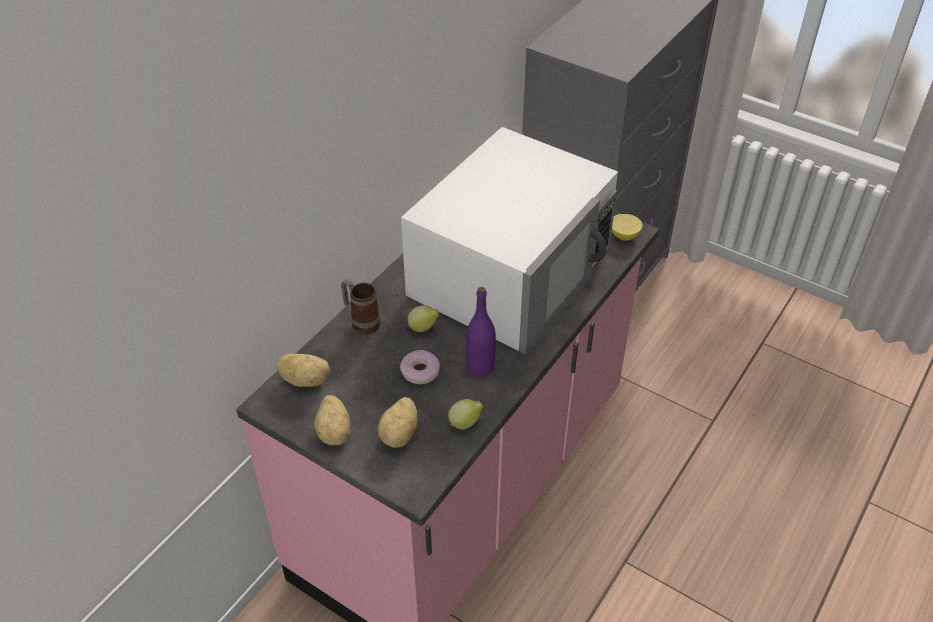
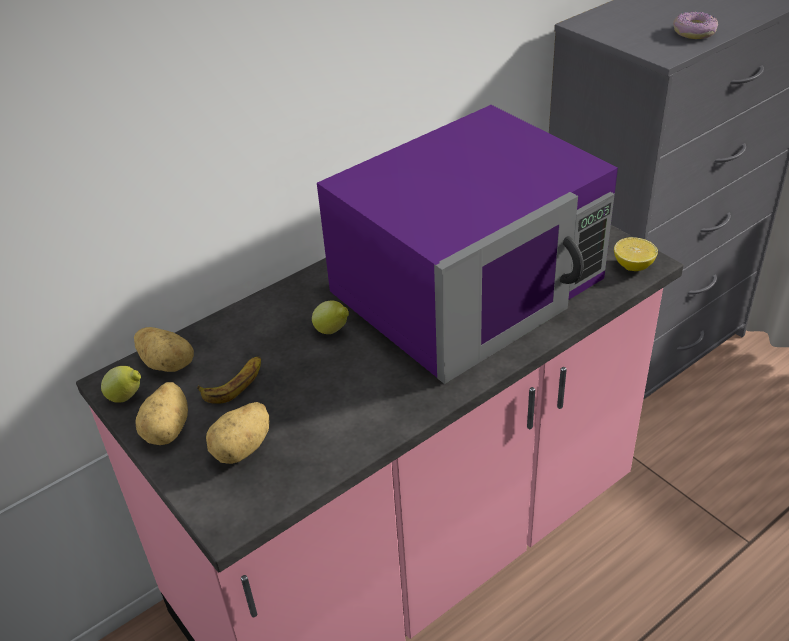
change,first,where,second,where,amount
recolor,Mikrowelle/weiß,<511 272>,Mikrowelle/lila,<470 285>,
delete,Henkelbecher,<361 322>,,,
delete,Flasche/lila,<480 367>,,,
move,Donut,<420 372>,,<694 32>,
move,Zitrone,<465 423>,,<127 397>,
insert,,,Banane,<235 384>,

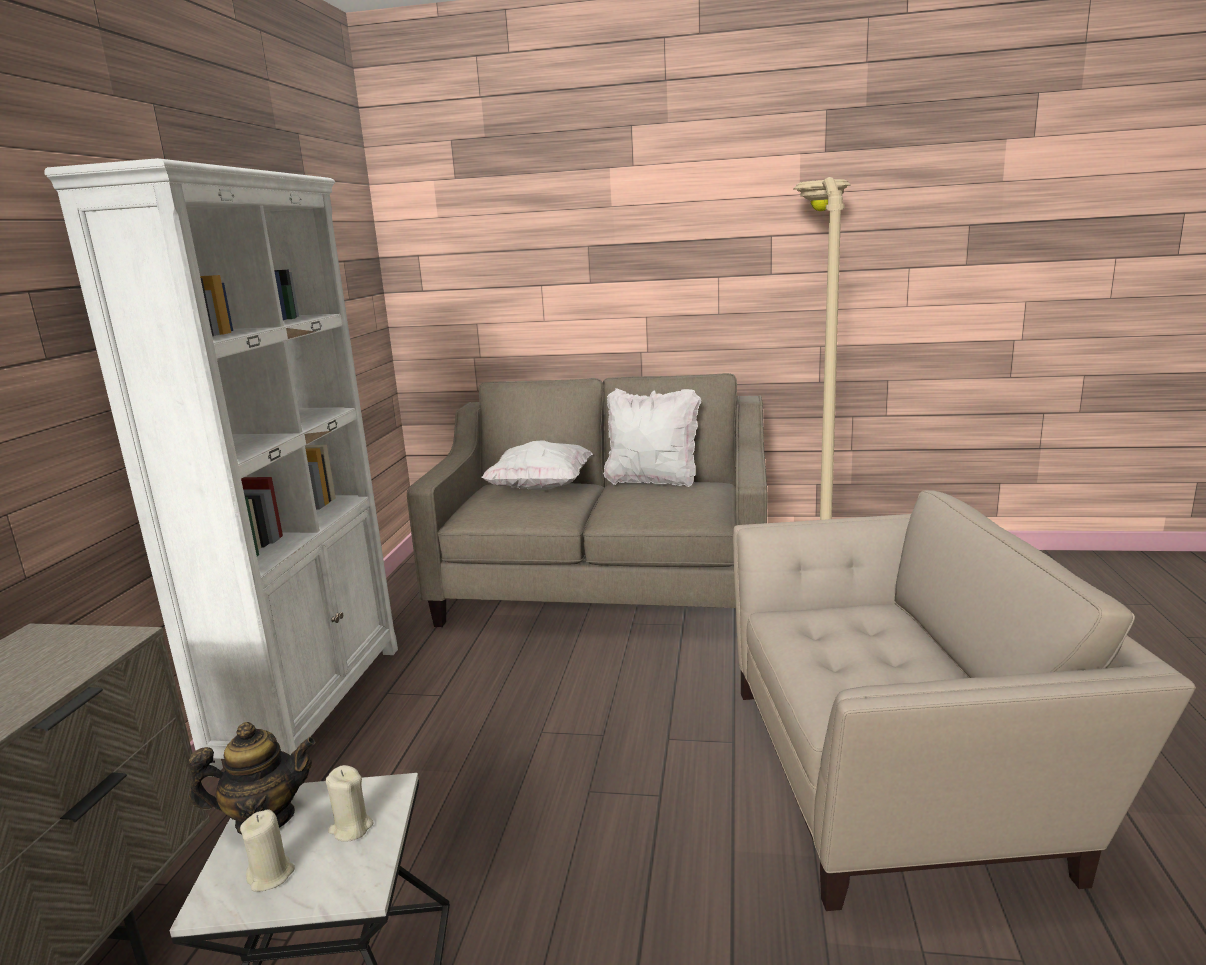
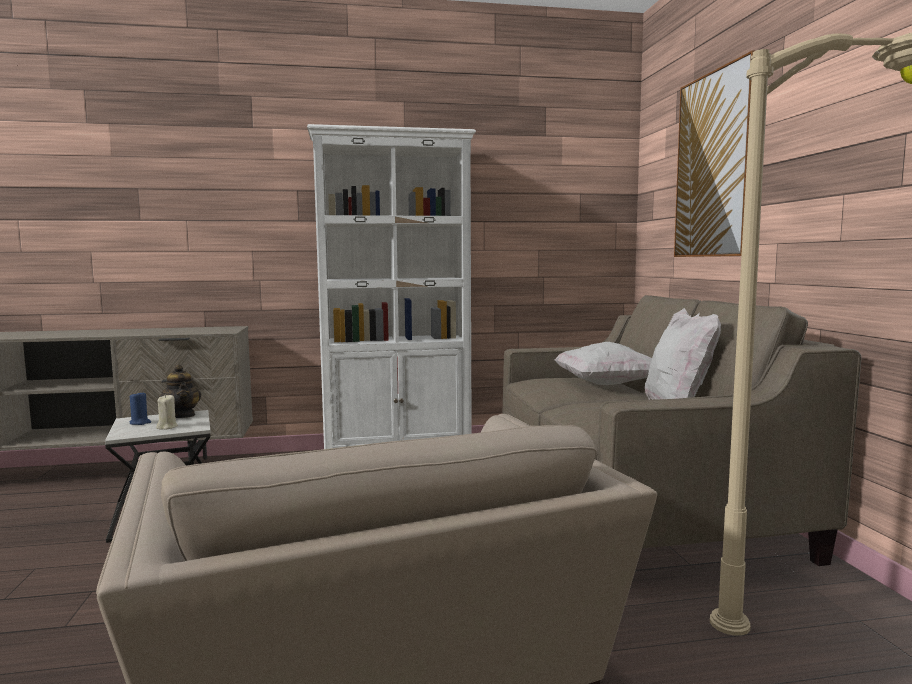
change,first,where,second,where,amount
recolor,Kerze/beige,<271 875>,Kerze/blau,<140 423>,
insert,,,Bild,<715 165>,

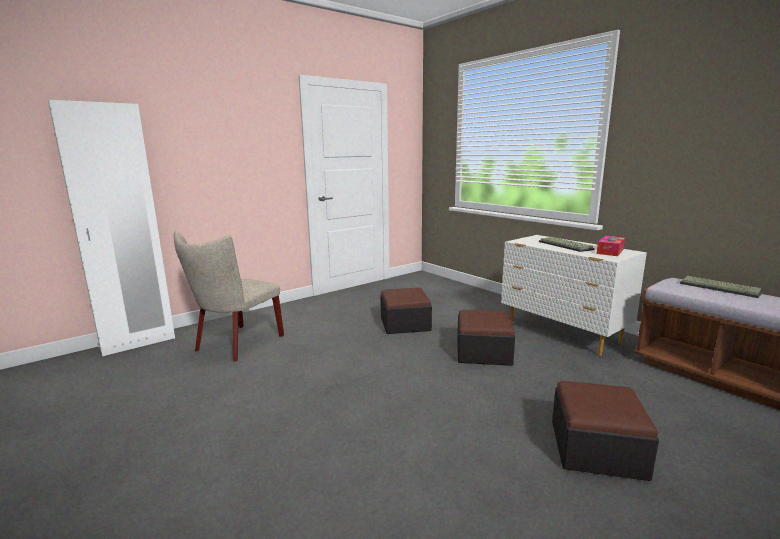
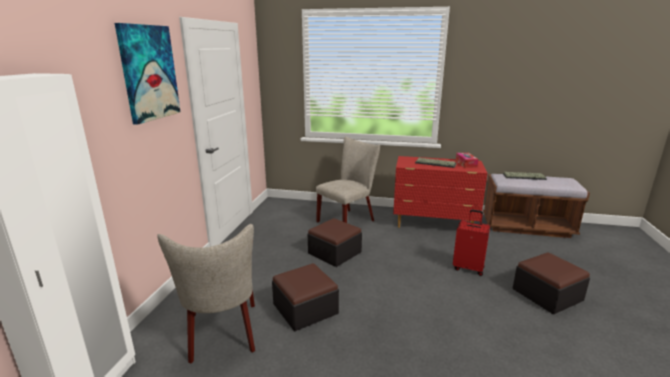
change,first,where,second,where,amount
recolor,Kommode/weiß,<563 333>,Kommode/rot,<434 225>,
move,Polsterhocker,<483 352>,,<305 309>,
insert,,,Bild,<149 73>,
insert,,,Stuhl/beige,<348 220>,
insert,,,Koffer/rot,<468 268>,

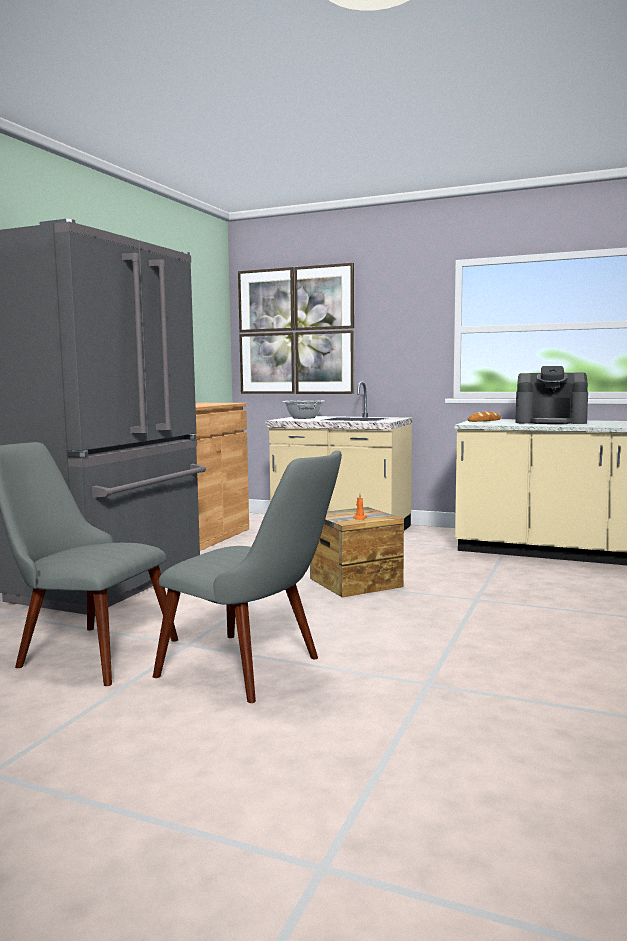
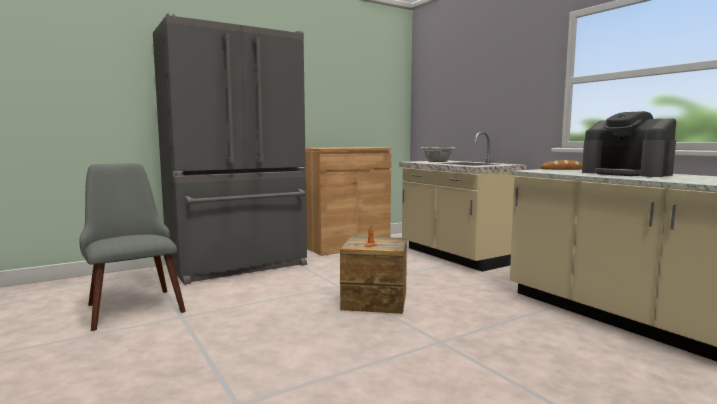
change,first,where,second,where,amount
delete,Bild,<295 331>,,,
delete,Stuhl/grau,<256 670>,,,

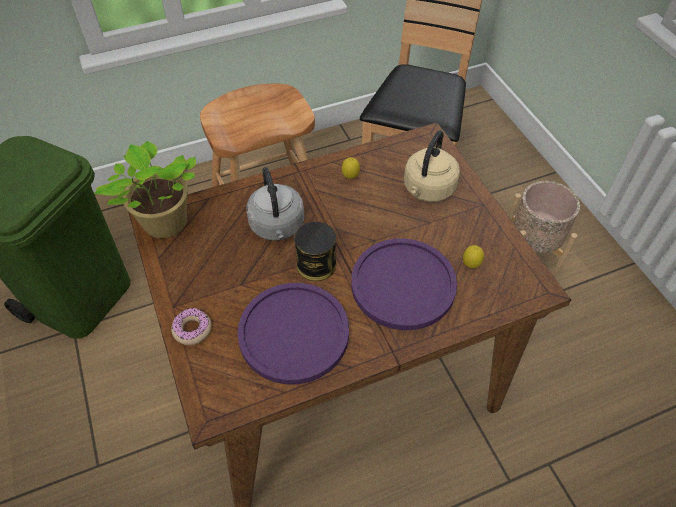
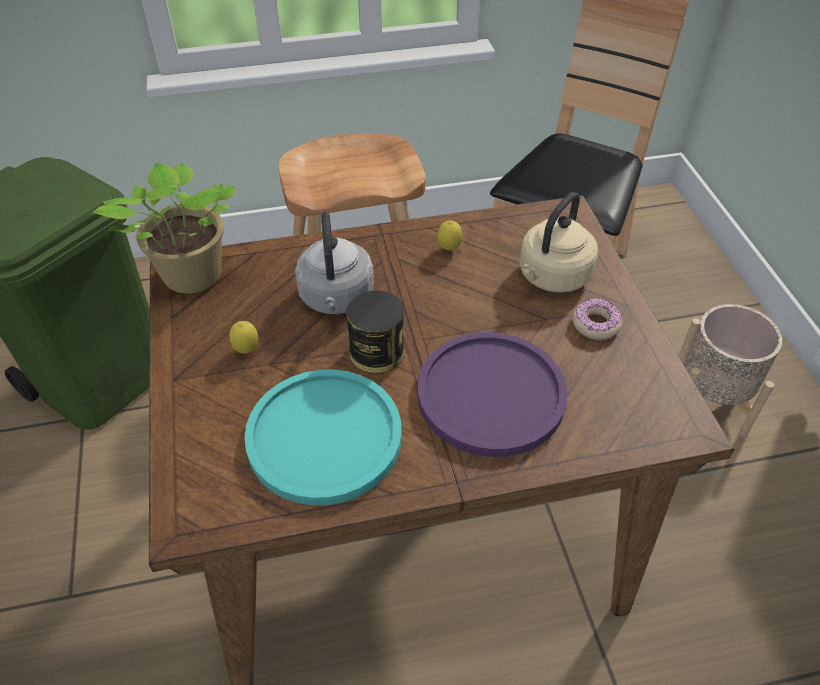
change,first,where,second,where,amount
move,Zitrone,<470 265>,,<247 351>,
recolor,Teller/lila,<294 333>,Teller/türkis,<324 437>,
move,Donut,<192 329>,,<595 324>,

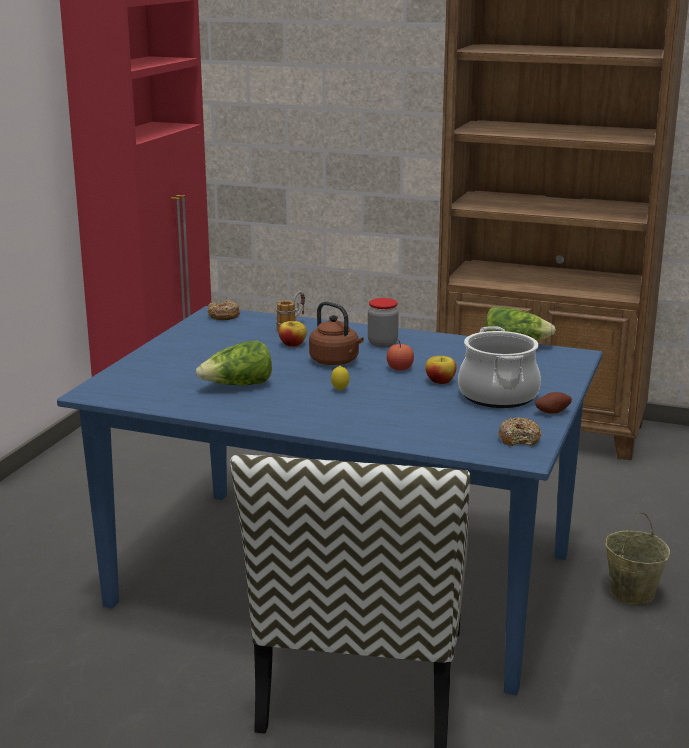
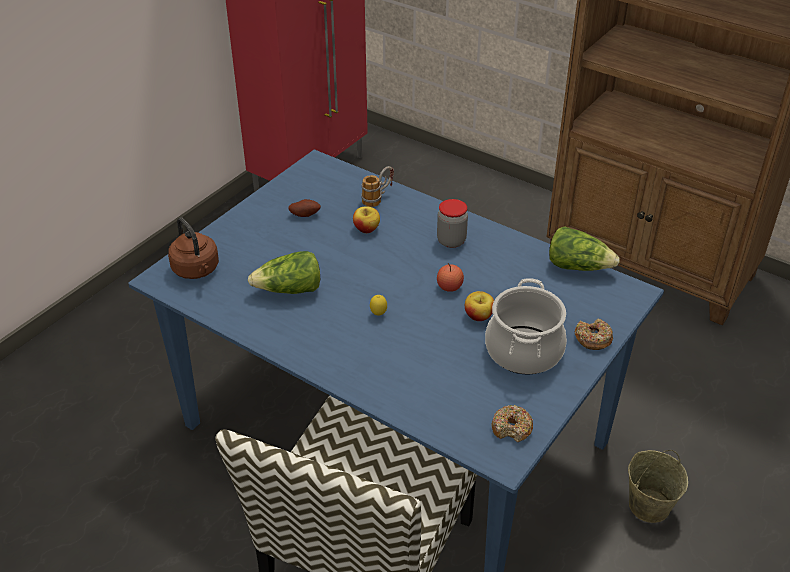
change,first,where,second,where,amount
move,Donut,<223 316>,,<593 339>,
move,Wasserkessel/braun,<336 362>,,<197 270>,
move,Kartoffel,<552 412>,,<305 214>,

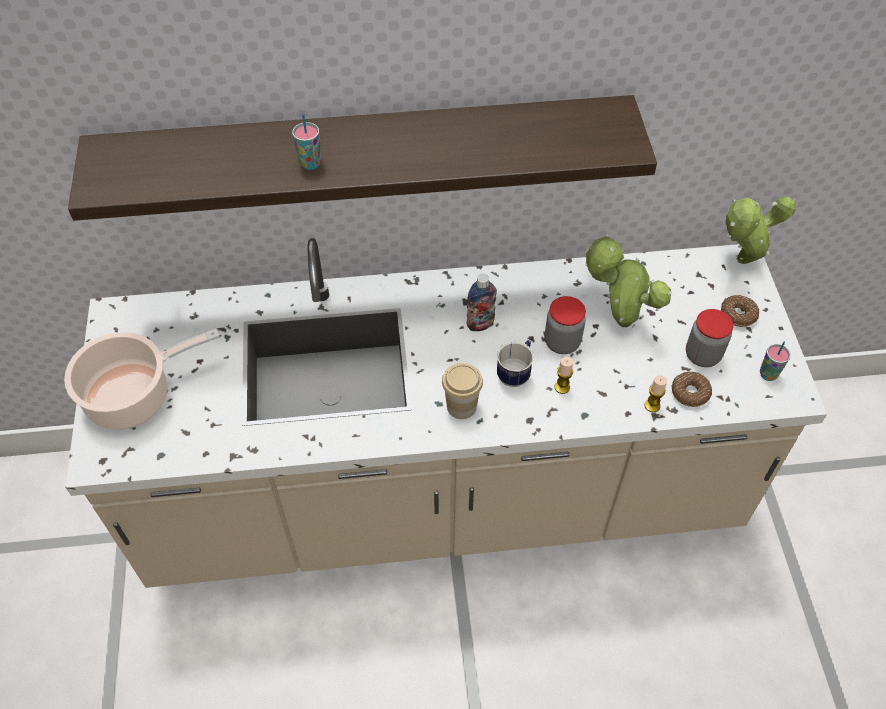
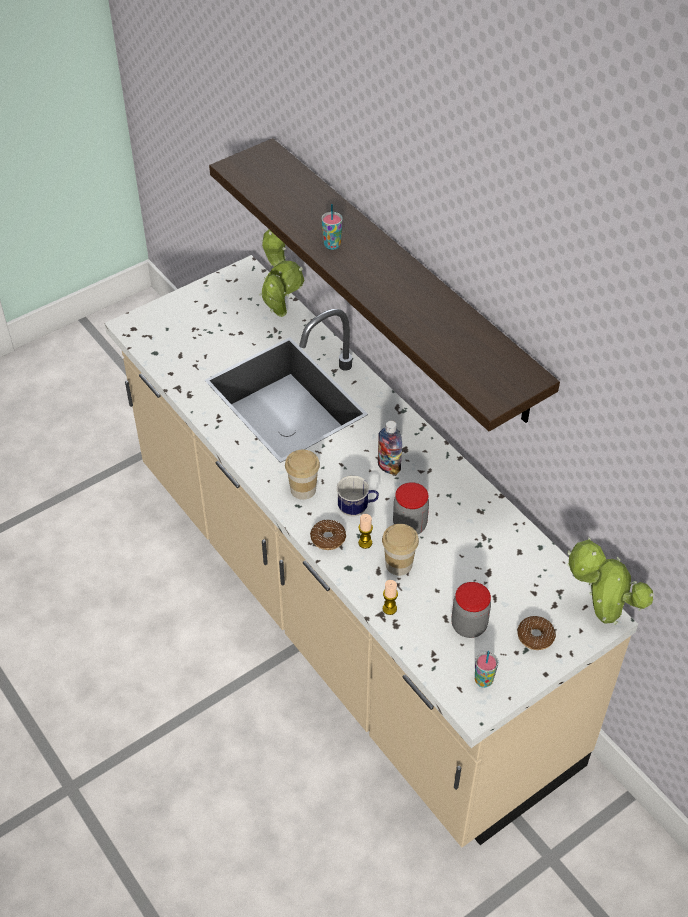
change,first,where,second,where,amount
move,Topfpflanze,<618 321>,,<280 310>,
delete,Kochtopf,<134 396>,,,
move,Donut,<690 393>,,<328 538>,
insert,,,Tasse,<399 564>,

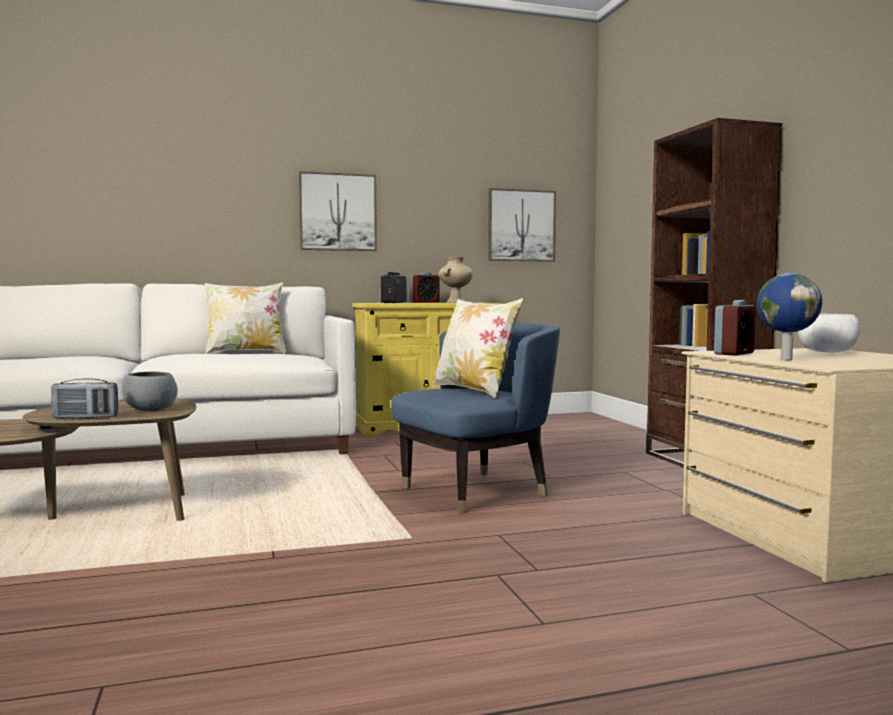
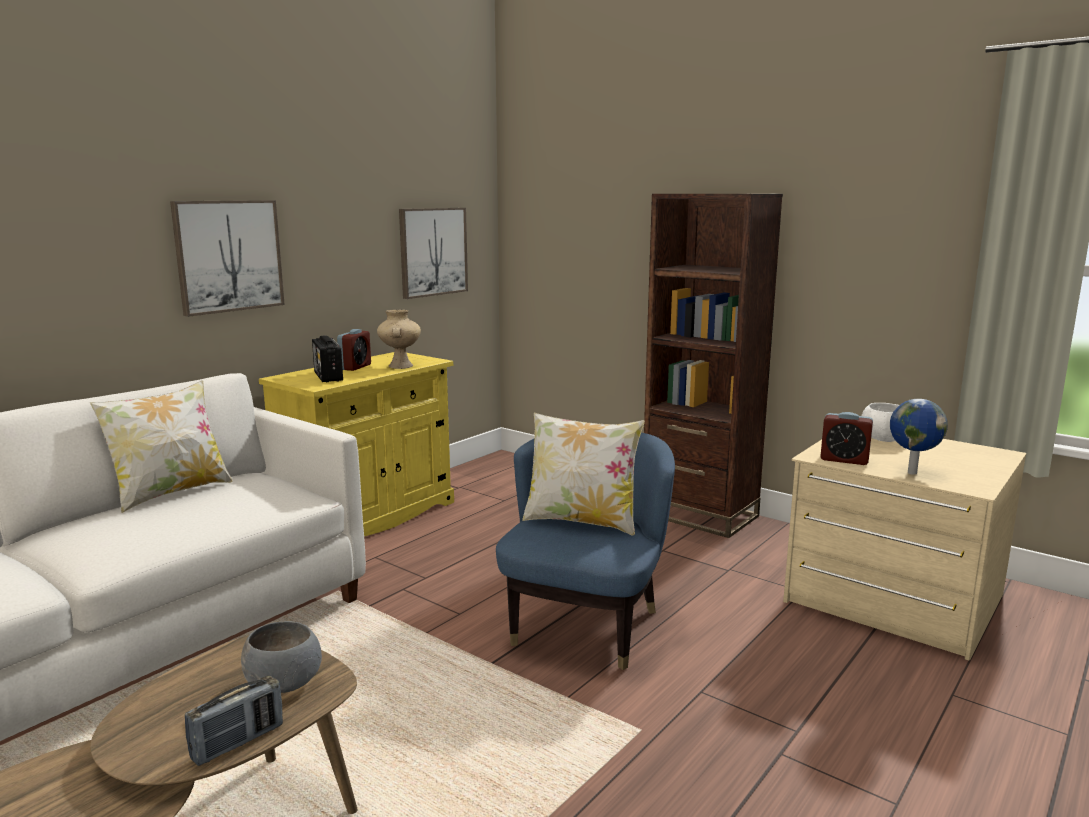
change,first,where,second,where,amount
rotate,Wecker,<734 353>,,<844 460>,105 degrees clockwise

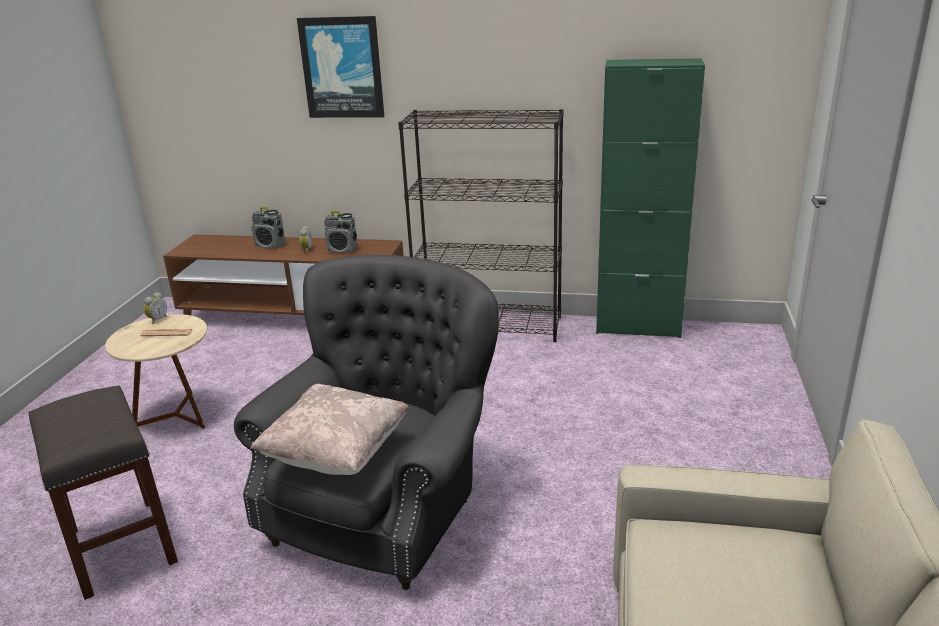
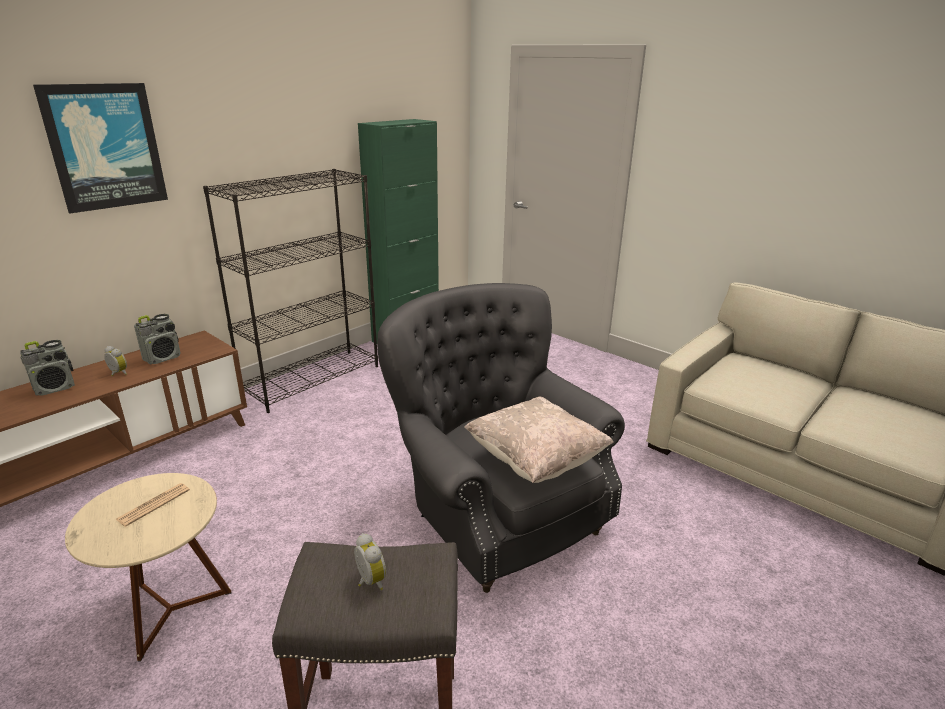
change,first,where,second,where,amount
move,Wecker,<157 320>,,<369 581>,

